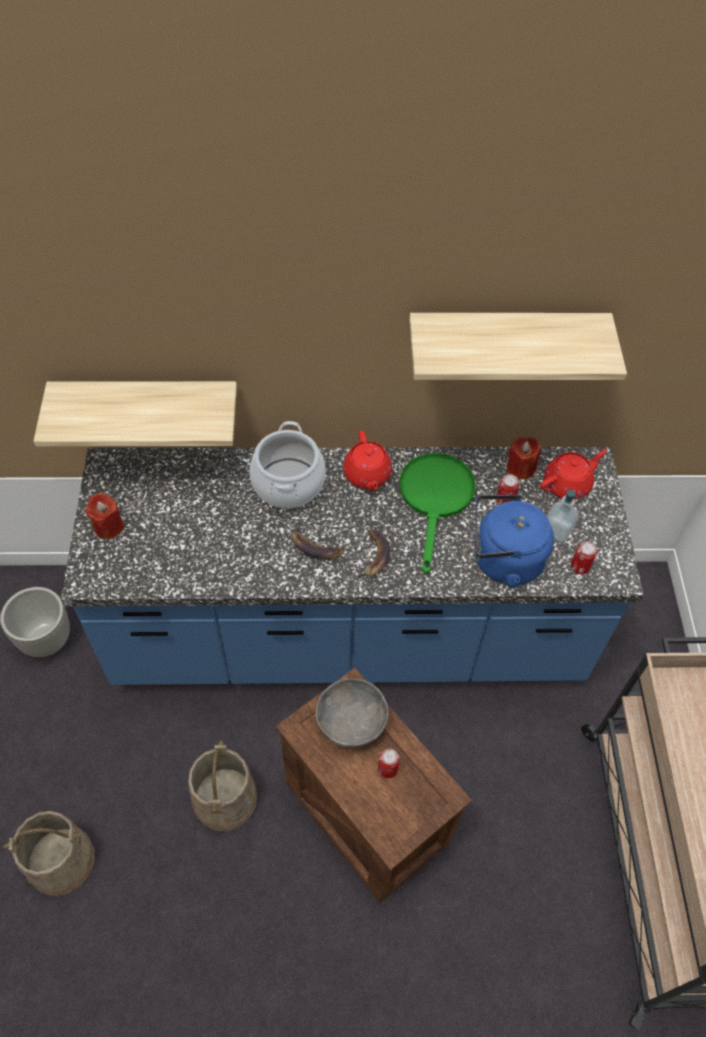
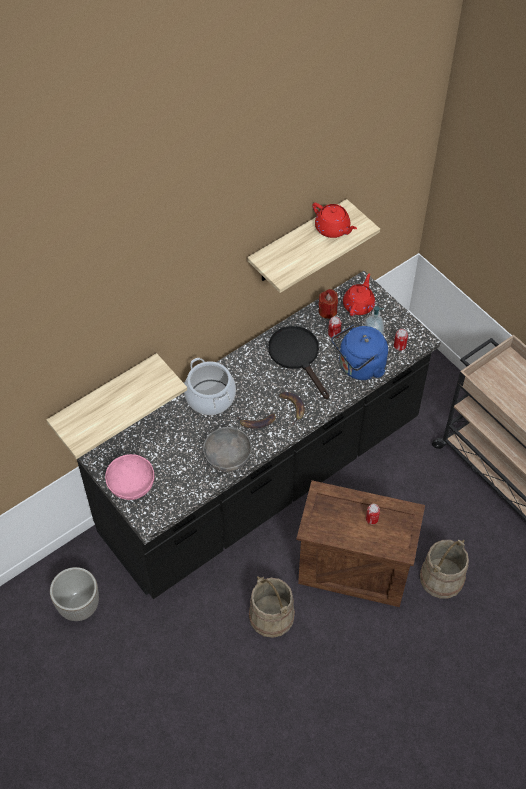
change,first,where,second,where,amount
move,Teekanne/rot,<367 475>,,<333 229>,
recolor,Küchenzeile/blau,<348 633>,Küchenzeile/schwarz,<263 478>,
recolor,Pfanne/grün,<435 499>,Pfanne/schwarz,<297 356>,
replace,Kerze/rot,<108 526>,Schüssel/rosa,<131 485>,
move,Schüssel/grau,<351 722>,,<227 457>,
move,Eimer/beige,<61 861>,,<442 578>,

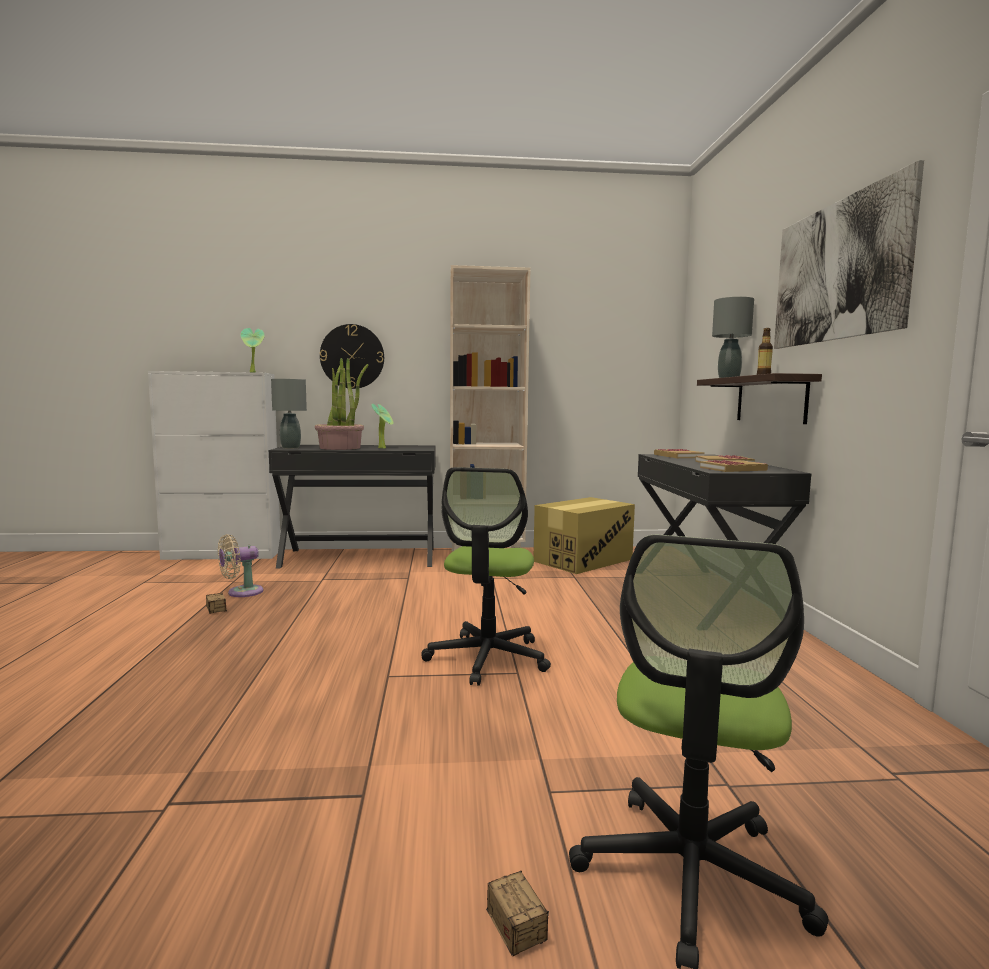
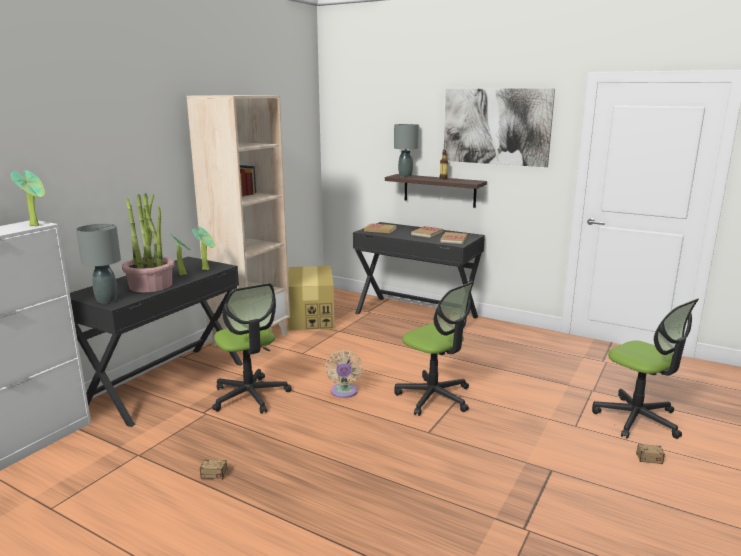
change,first,where,second,where,amount
delete,Wanduhr,<352 356>,,,
move,Ventilator/beige,<241 592>,,<344 393>,
insert,,,Topfpflanze,<207 269>,
insert,,,Bürostuhl,<250 396>,

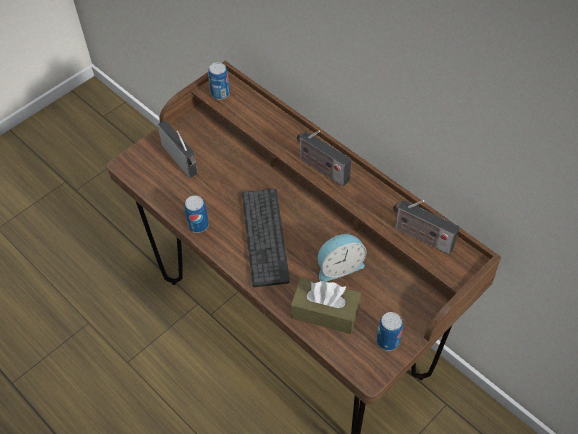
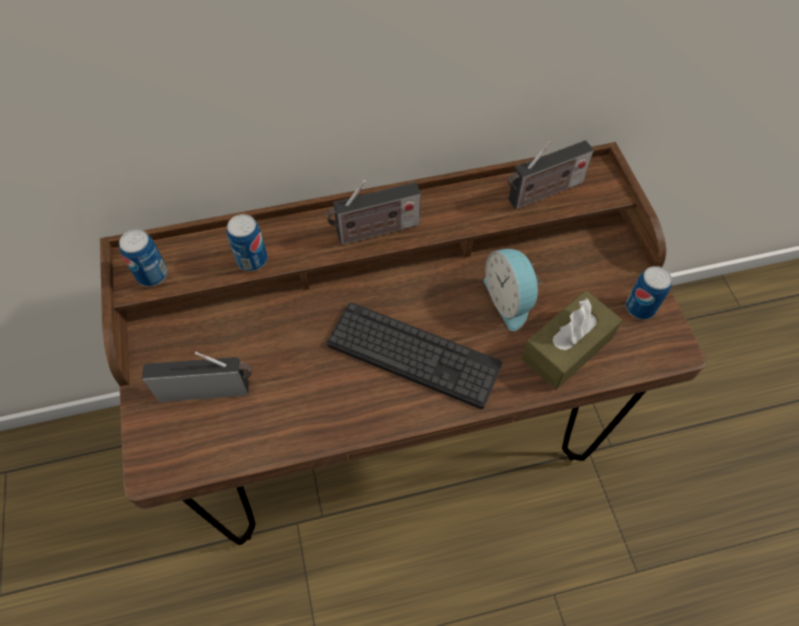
change,first,where,second,where,amount
move,Dose,<198 225>,,<252 260>,
rotate,Wecker,<339 266>,,<509 300>,150 degrees clockwise

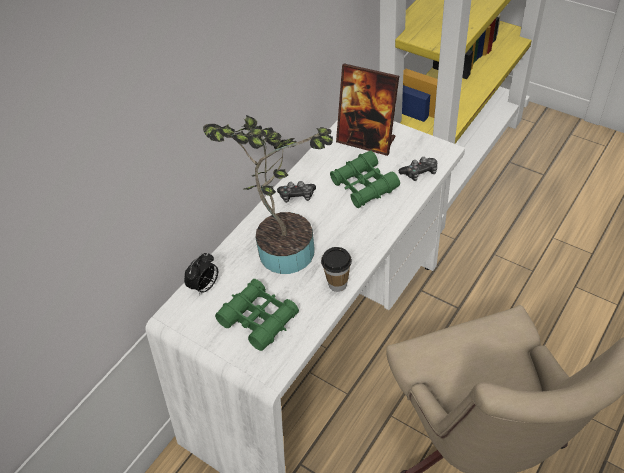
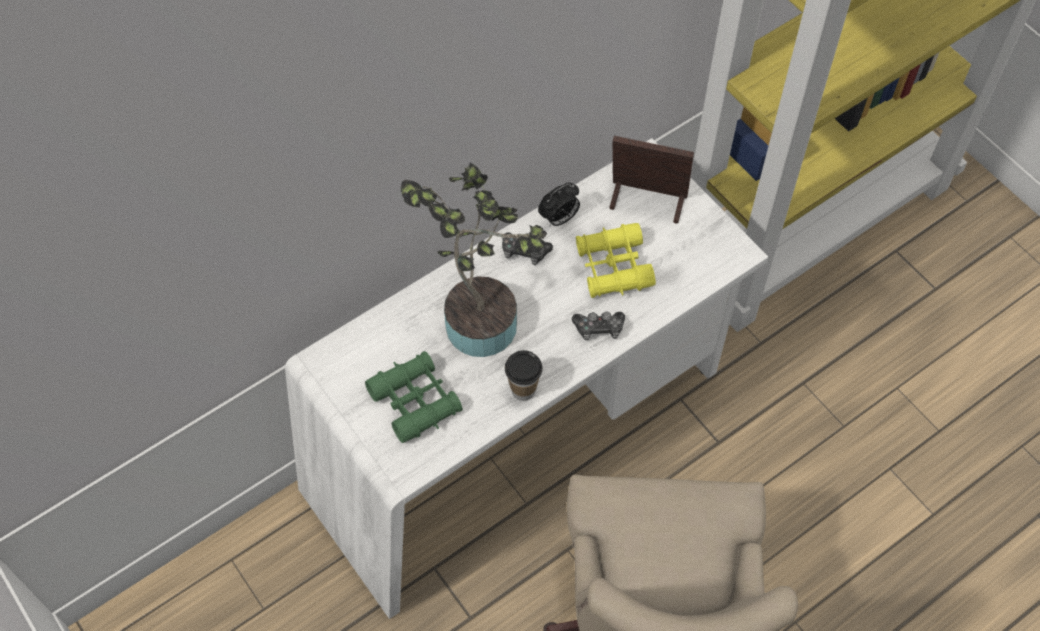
change,first,where,second,where,amount
rotate,Bilderrahmen,<366 140>,,<646 201>,150 degrees clockwise
recolor,Fernglas/grün,<364 185>,Fernglas/gelb,<613 267>,
move,Gamepad,<419 172>,,<599 329>,
move,Wecker,<205 286>,,<559 219>,

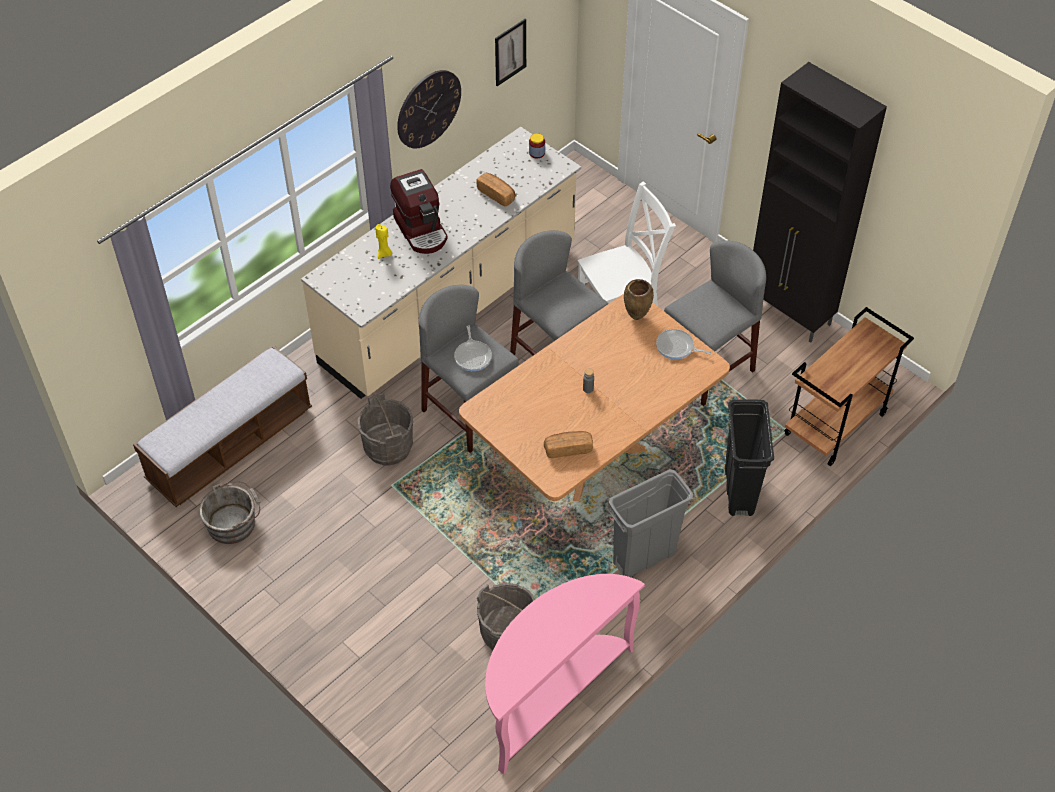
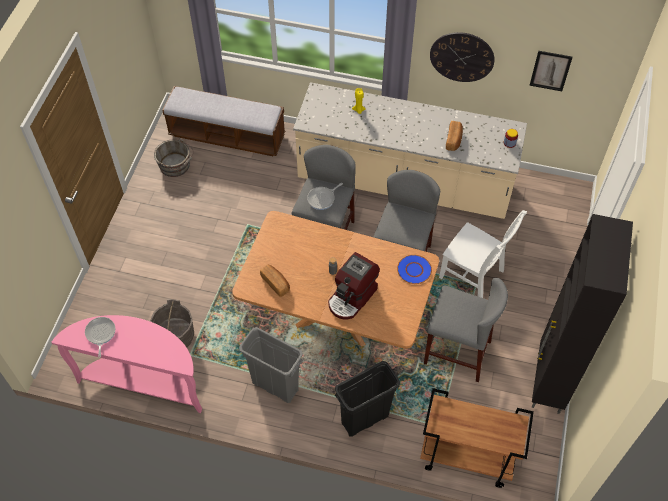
change,first,where,second,where,amount
move,Kaffeemaschine,<422 230>,,<352 297>,
replace,Vase/braun,<636 317>,Teller/blau,<414 270>,
move,Pfanne,<677 347>,,<100 334>,
delete,Eimer/grau,<388 447>,,,

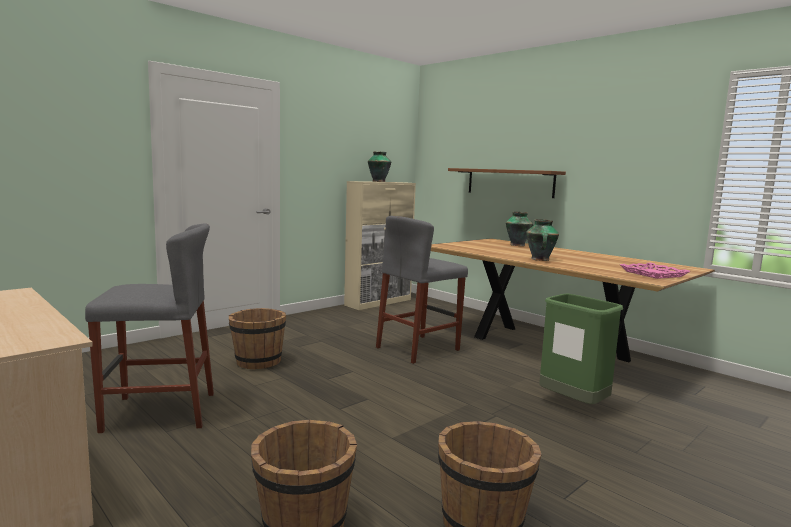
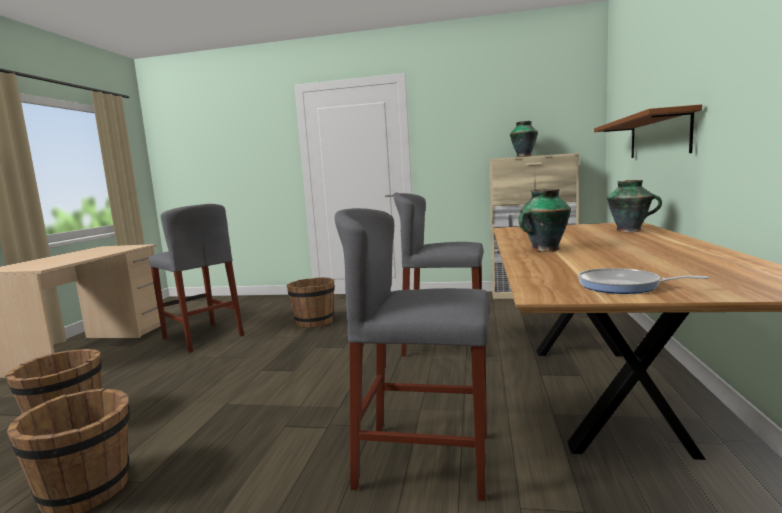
change,first,where,second,where,amount
replace,Tablett/rosa,<653 274>,Pfanne,<623 286>,
replace,Mülleimer/grün,<572 404>,Hocker/grau,<424 460>,

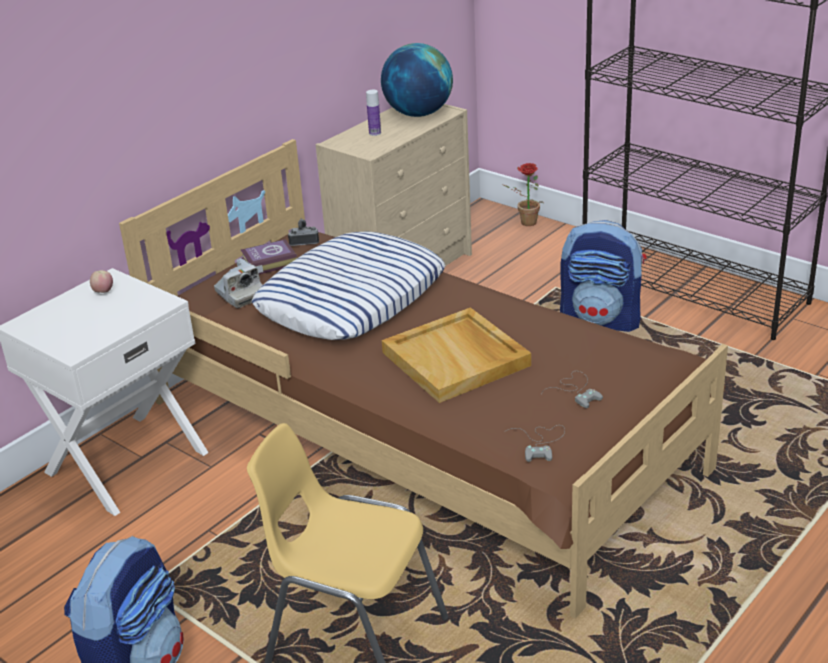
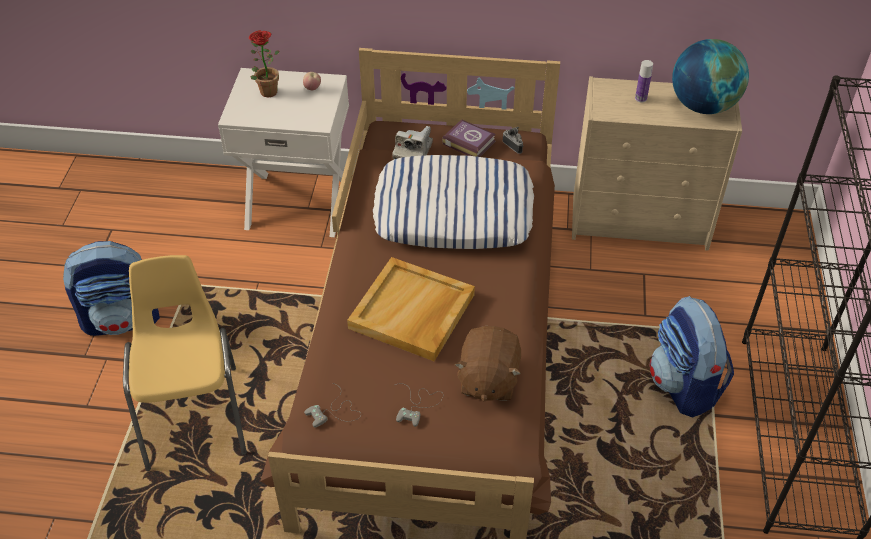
change,first,where,second,where,amount
move,Topfpflanze,<525 223>,,<266 90>,
insert,,,Plüschtier/braun,<487 379>,

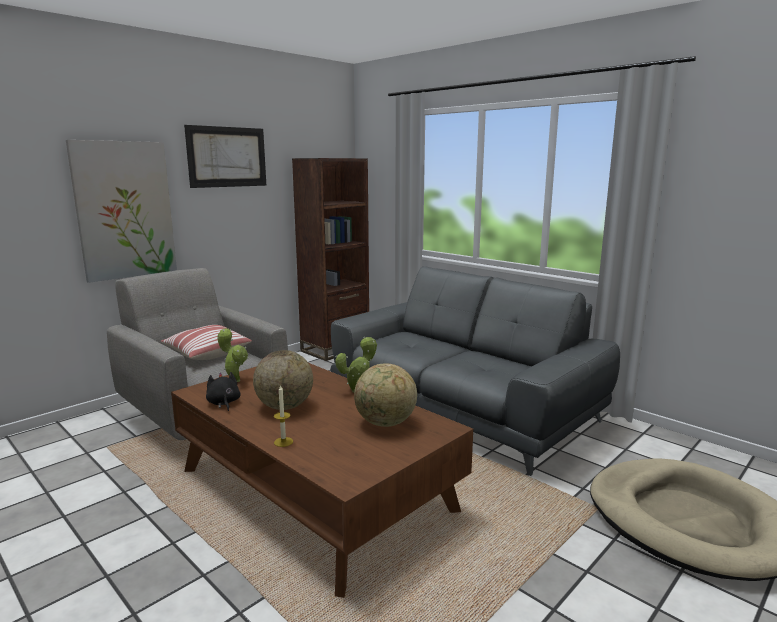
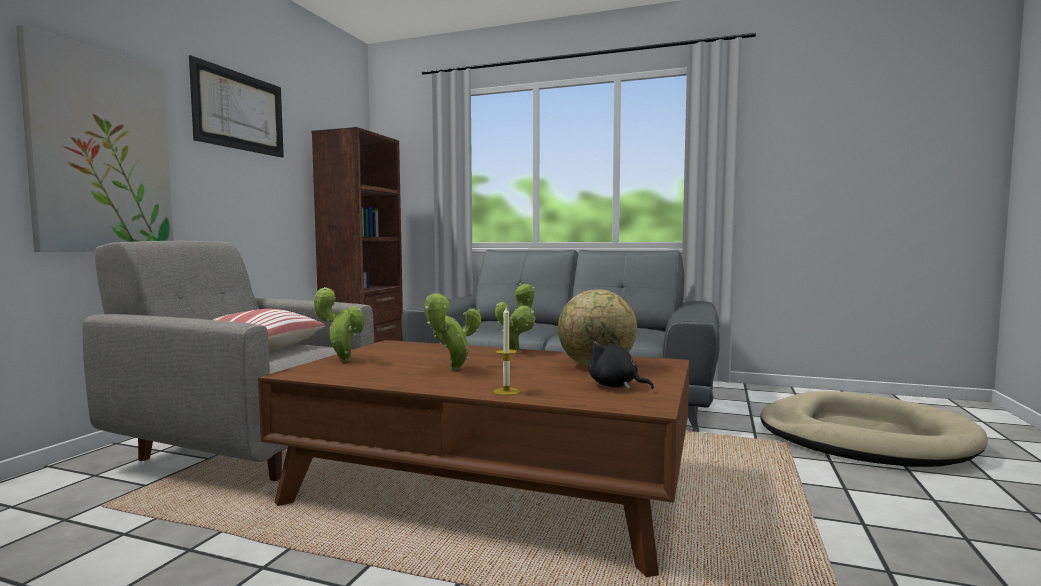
change,first,where,second,where,amount
replace,Globus,<285 406>,Topfpflanze,<452 370>,
move,Plüschtier/schwarz,<223 403>,,<615 386>,

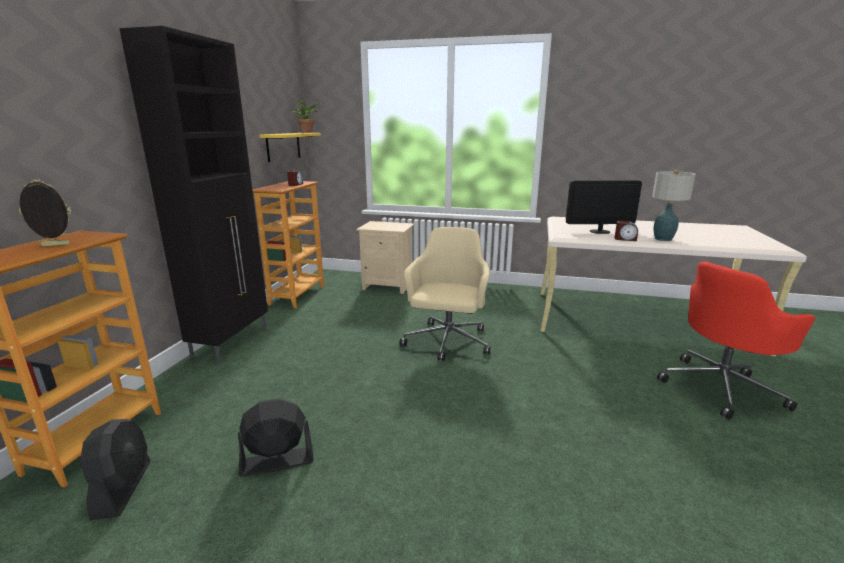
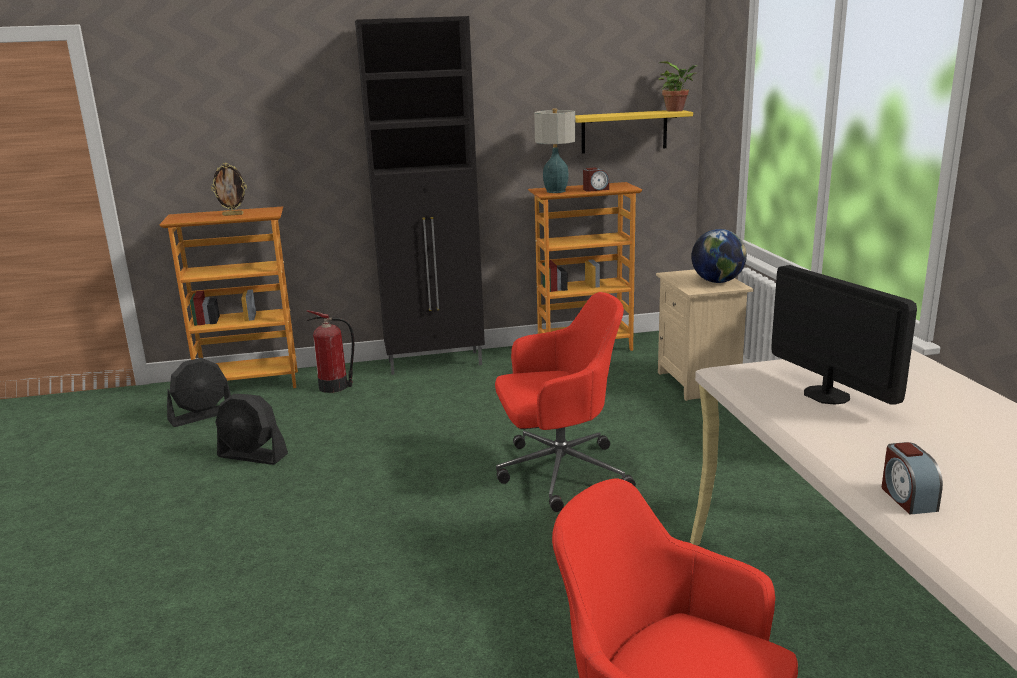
change,first,where,second,where,amount
move,Tischlampe,<663 239>,,<556 191>,
rotate,Bilderrahmen,<54 245>,,<233 214>,120 degrees clockwise
move,Wecker,<625 239>,,<907 498>,
recolor,Bürostuhl/beige,<447 342>,Bürostuhl/rot,<559 473>,
rotate,Ventilator/schwarz,<277 461>,,<253 456>,150 degrees clockwise
insert,,,Globus,<717 281>,
insert,,,Feuerlöscher,<335 387>,

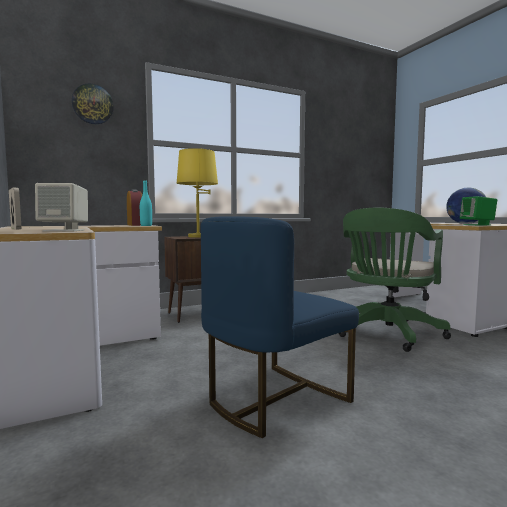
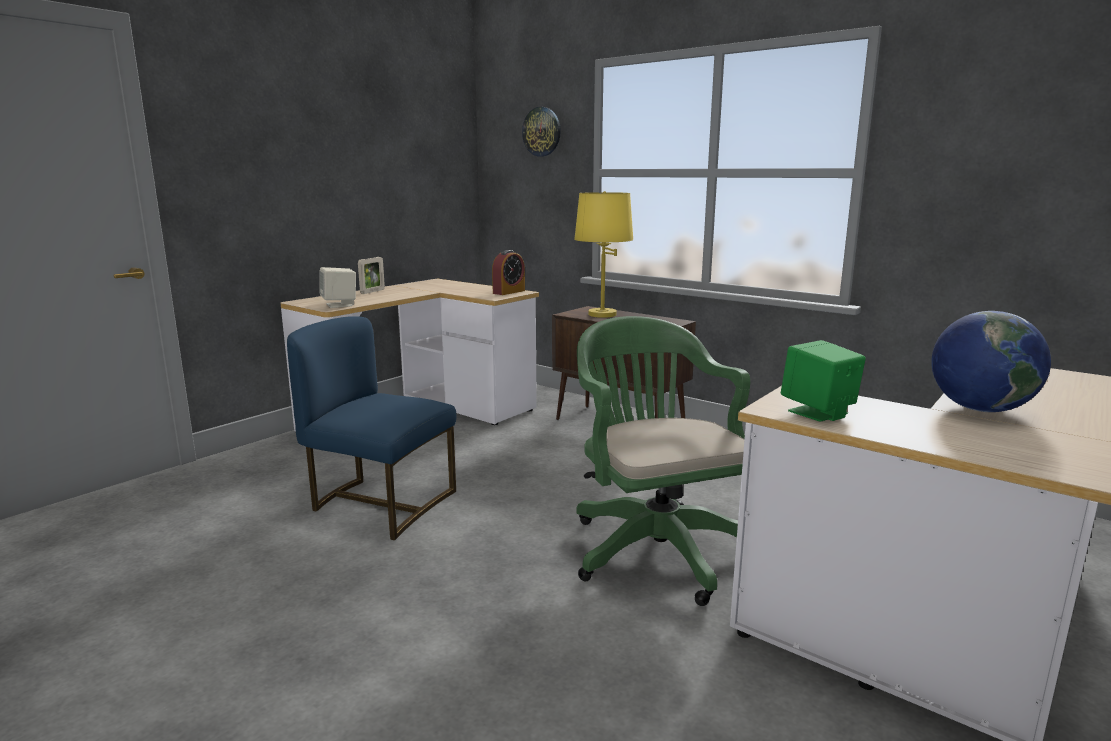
change,first,where,second,where,amount
delete,Flasche/türkis,<146 225>,,,
rotate,Bürostuhl/grün,<387 334>,,<654 546>,60 degrees clockwise

